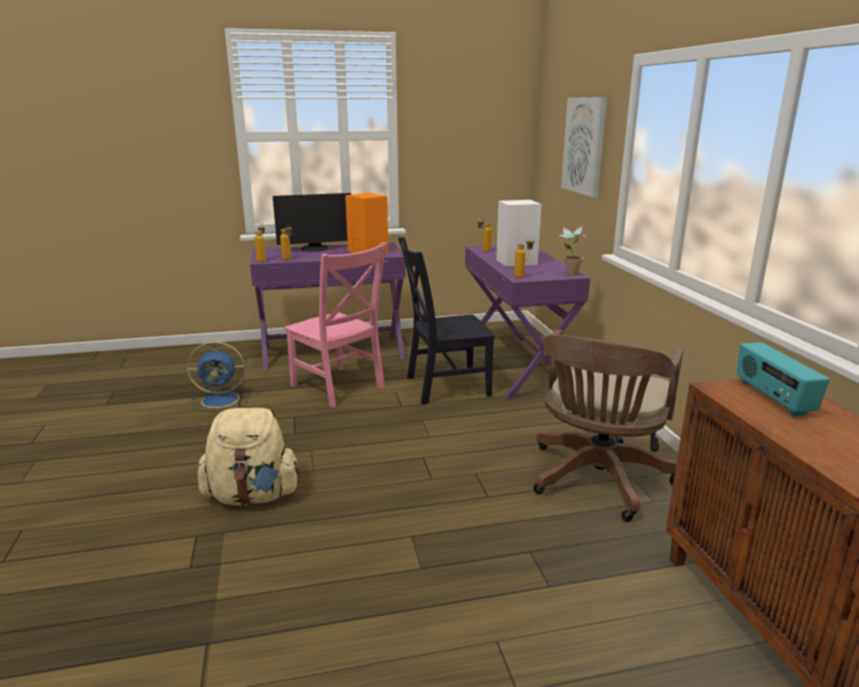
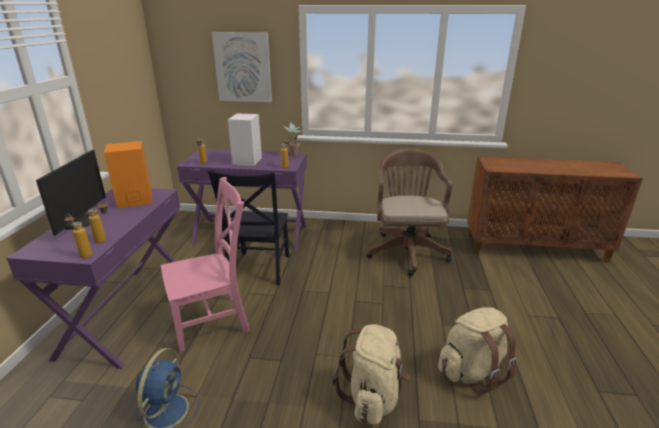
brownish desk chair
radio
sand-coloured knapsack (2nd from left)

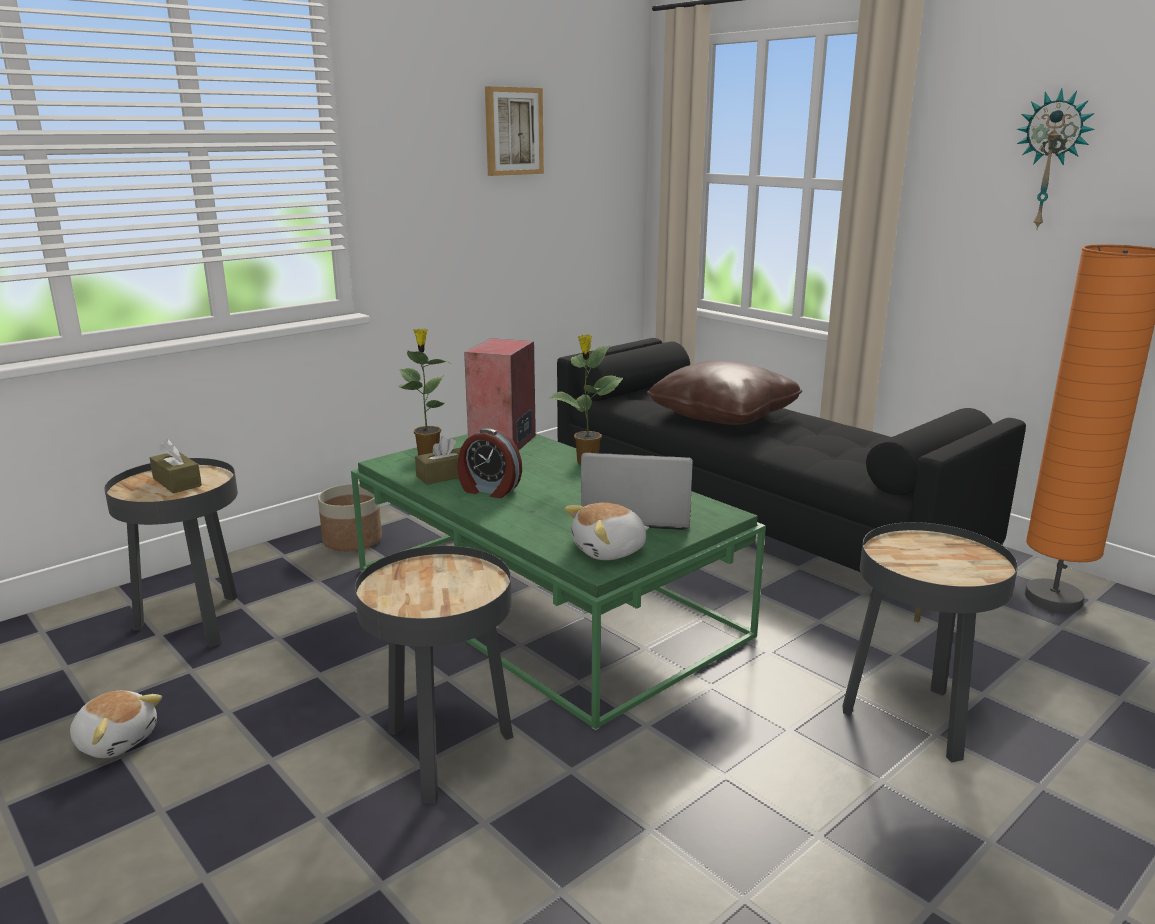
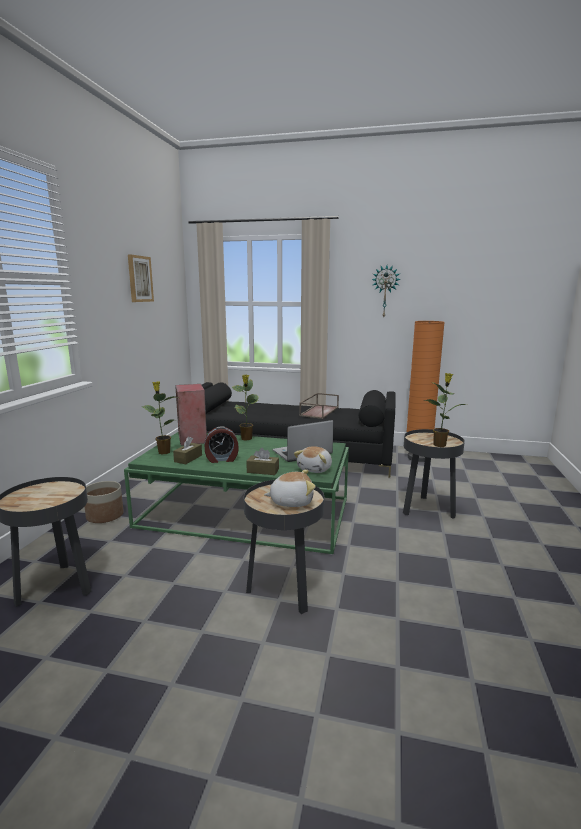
brownish pillow
brownish tissue holder (2nd from left)
cuddly toy (1st from left)
houseplant (3rd from left)
brownish serving tray

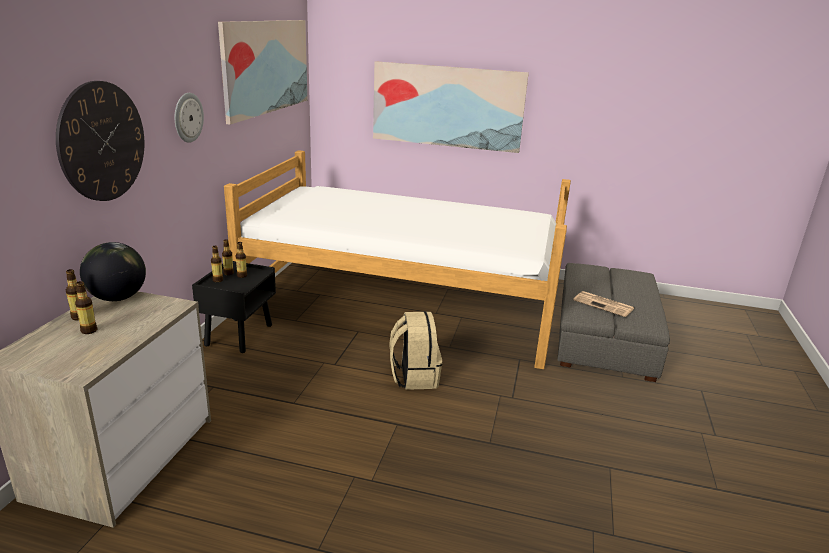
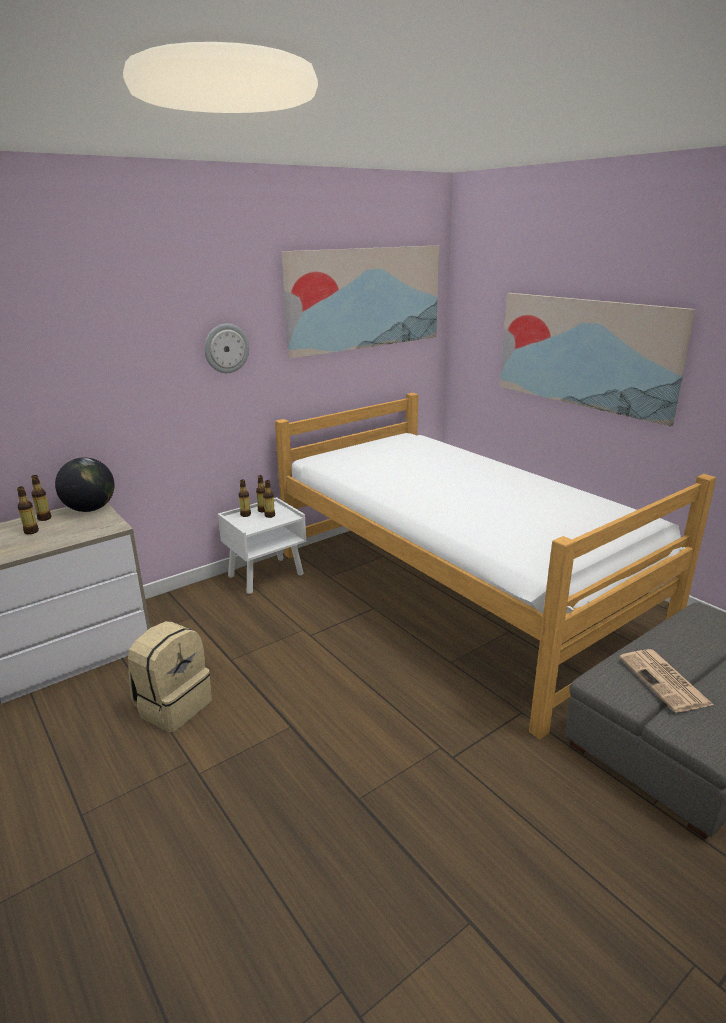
wall clock (1st from left in the first image)
whitish bedside table
sand-coloured knapsack

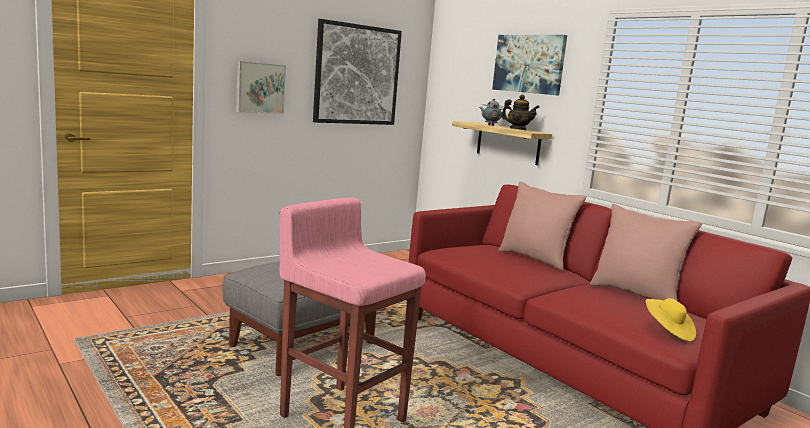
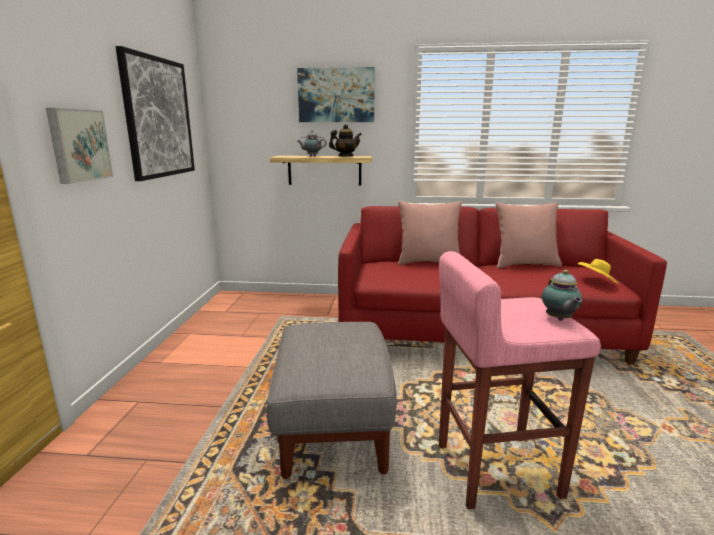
teapot (3rd from left)

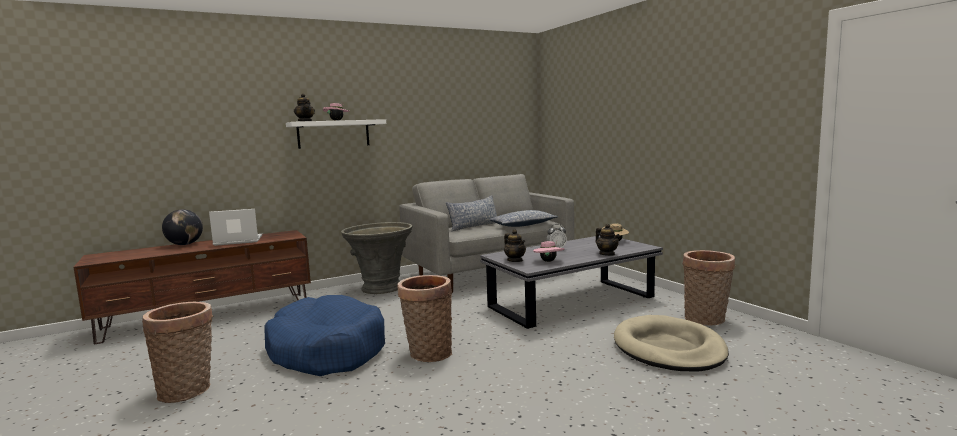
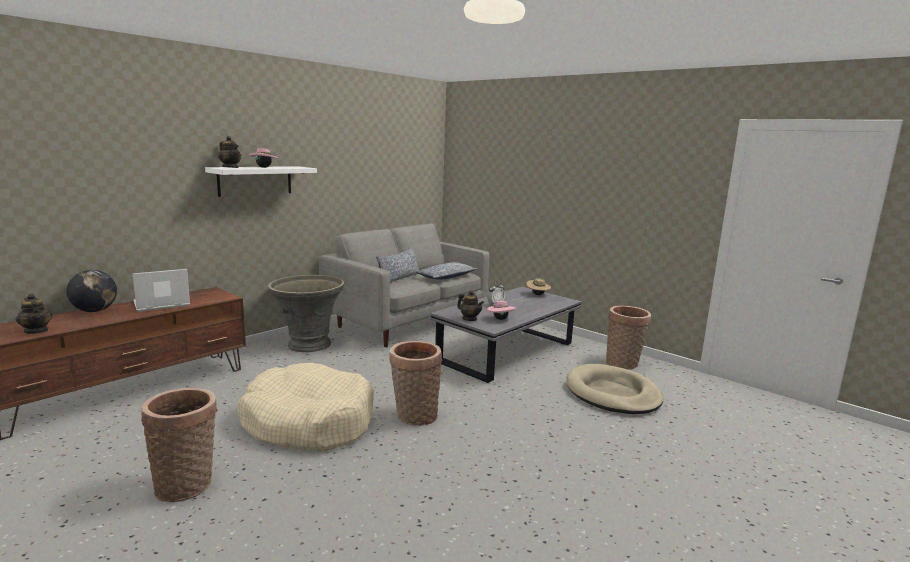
teapot (1st from left)
sand-coloured dog cushion (1st from left)

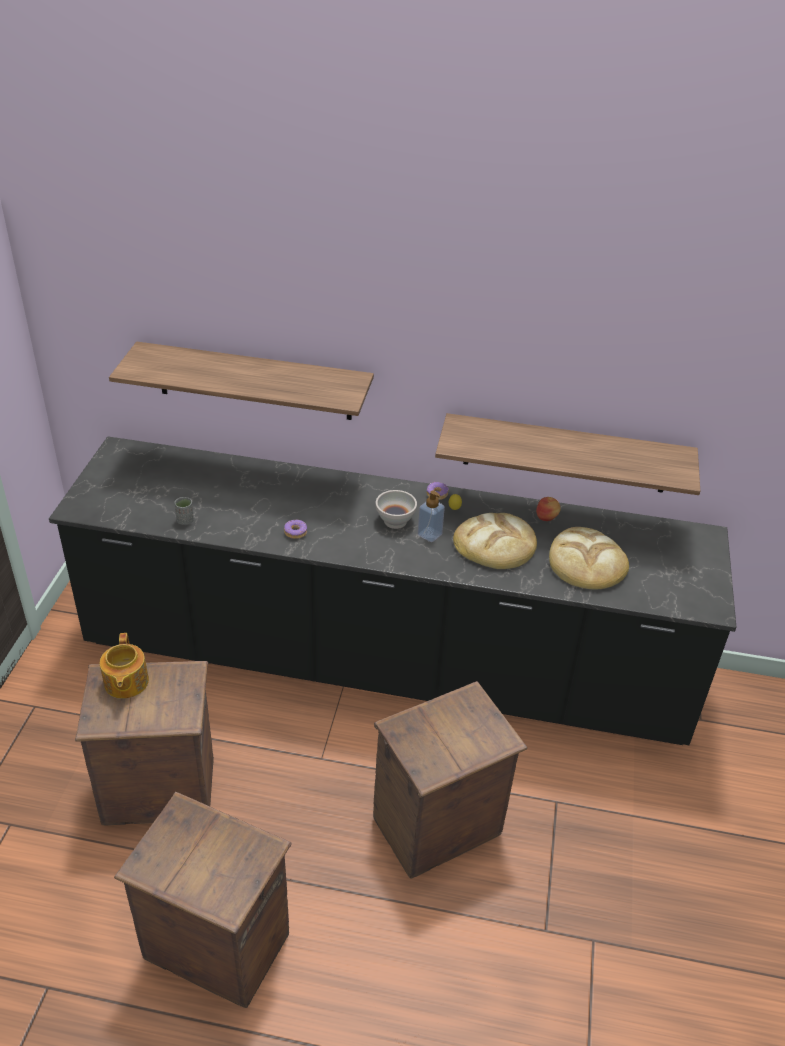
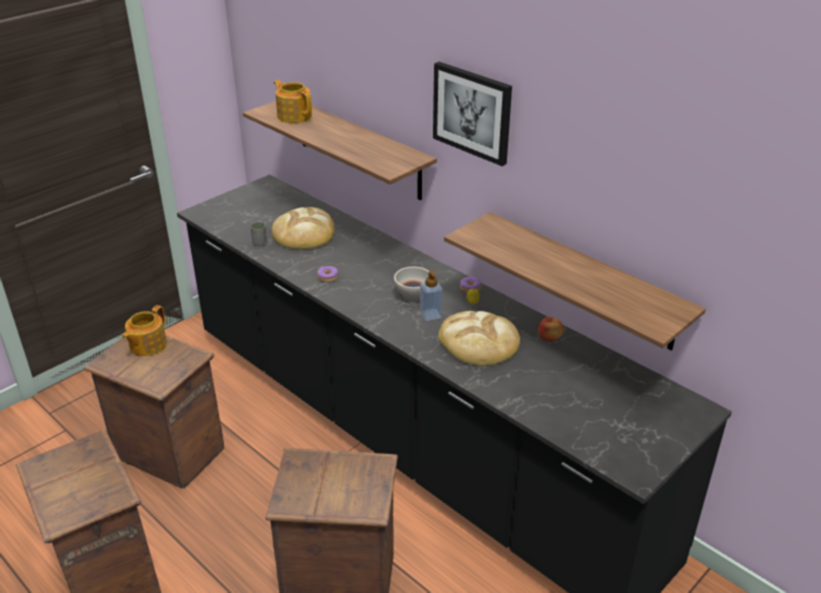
bakery bread (1st from left)
wall picture
teapot (2nd from left)

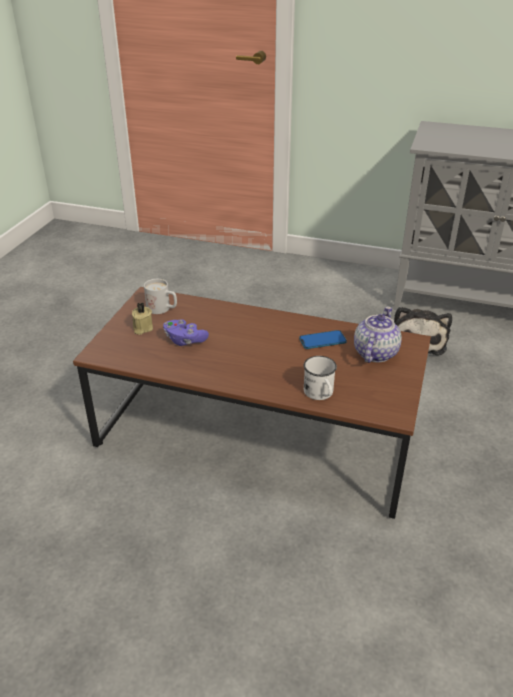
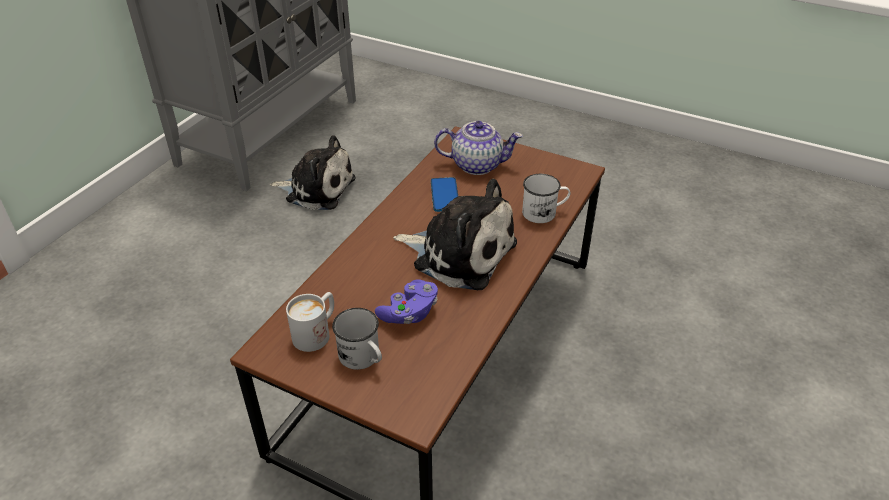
whitish tea mug (2nd from left)
teapot
cuddly toy (2nd from left)

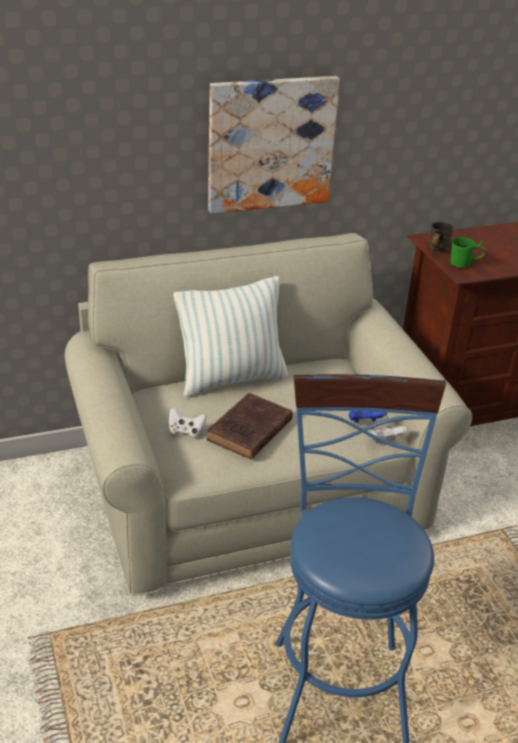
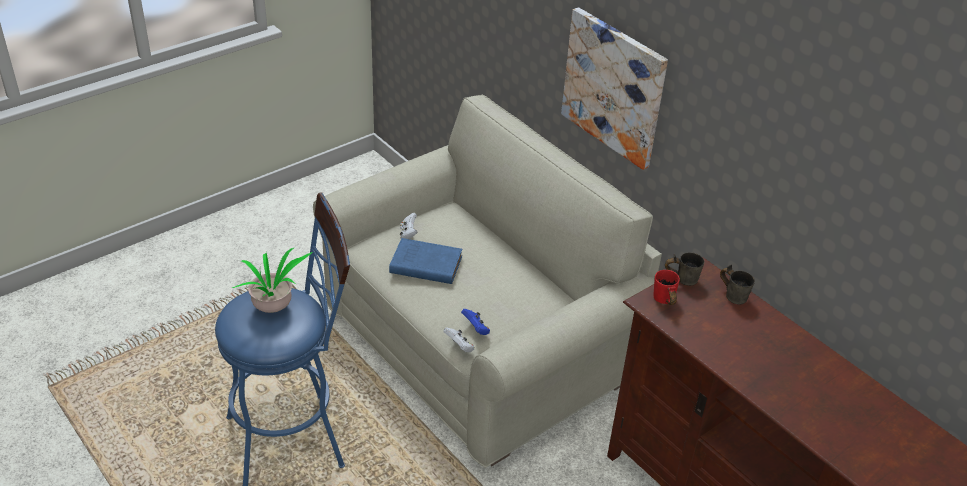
red tea mug
pillow
blue-coloured book
houseplant
gray tea mug (2nd from left)

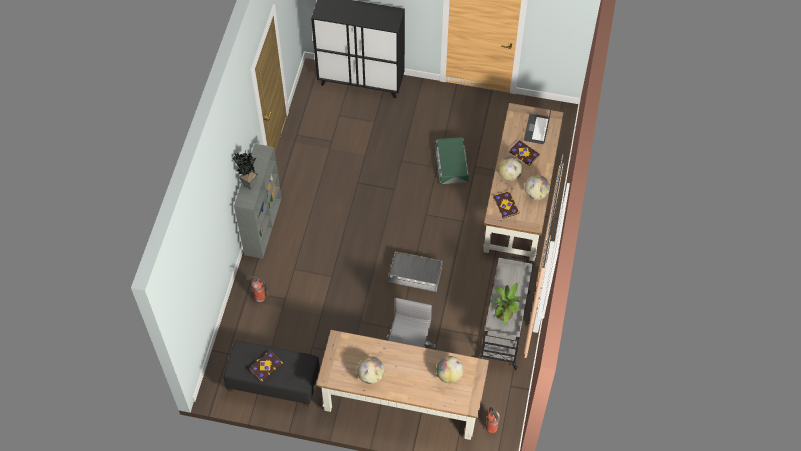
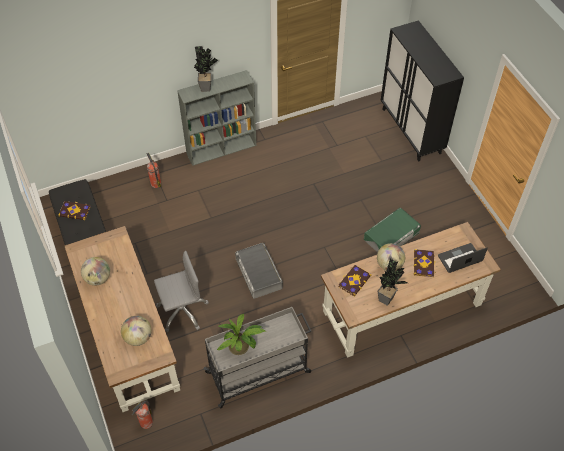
houseplant (3rd from left)

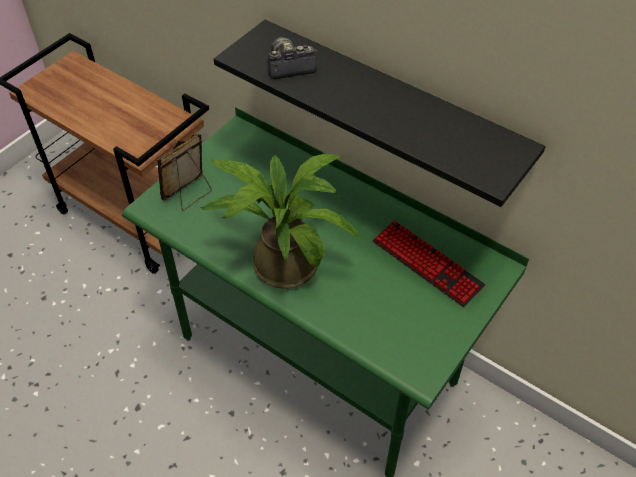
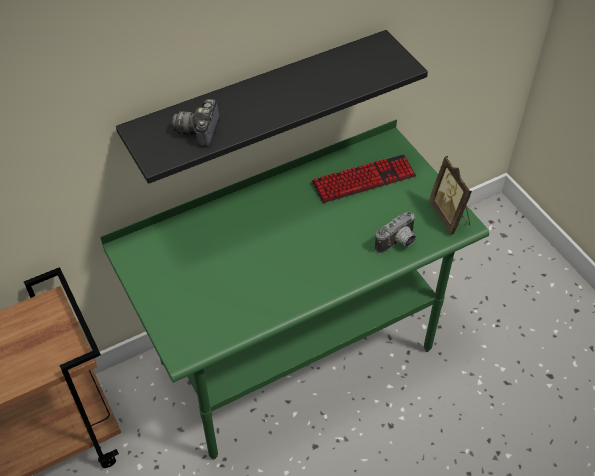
photo frame
houseplant
still camera (2nd from left)

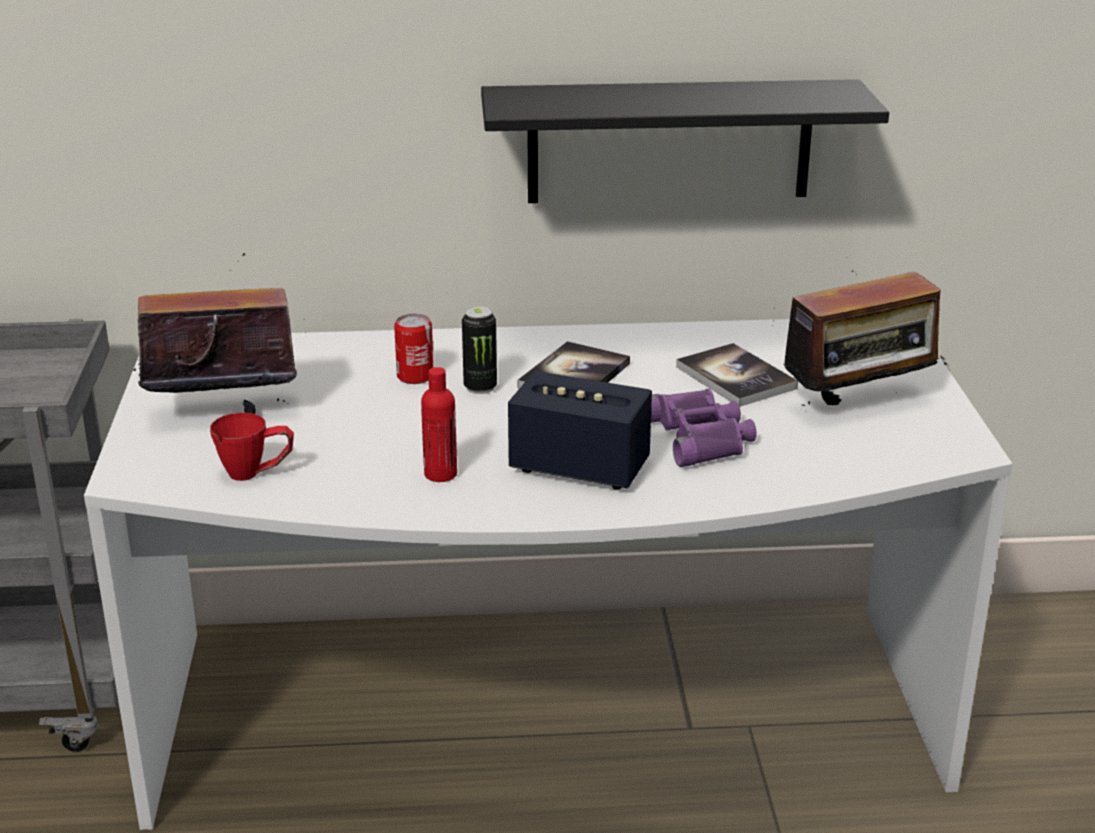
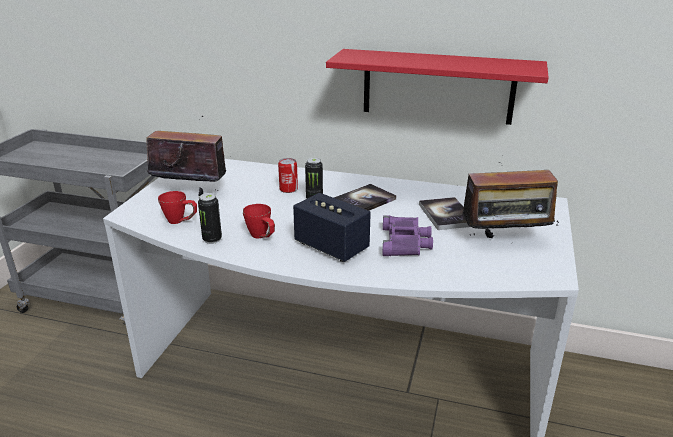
red shelf
red tea mug (2nd from left)
metal can (1st from left)

